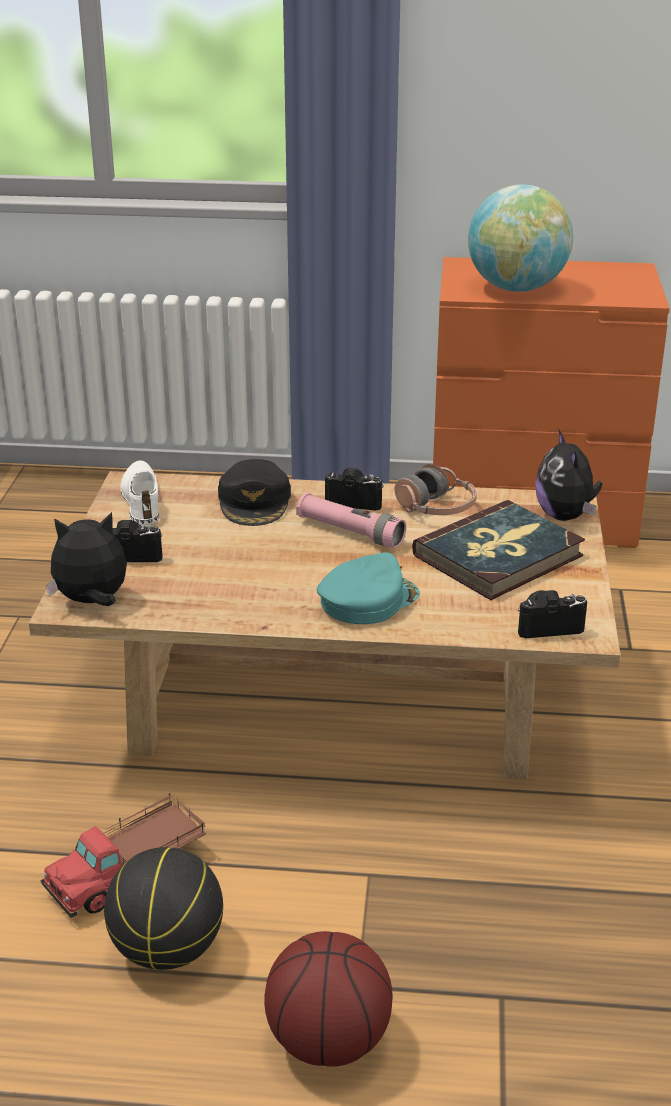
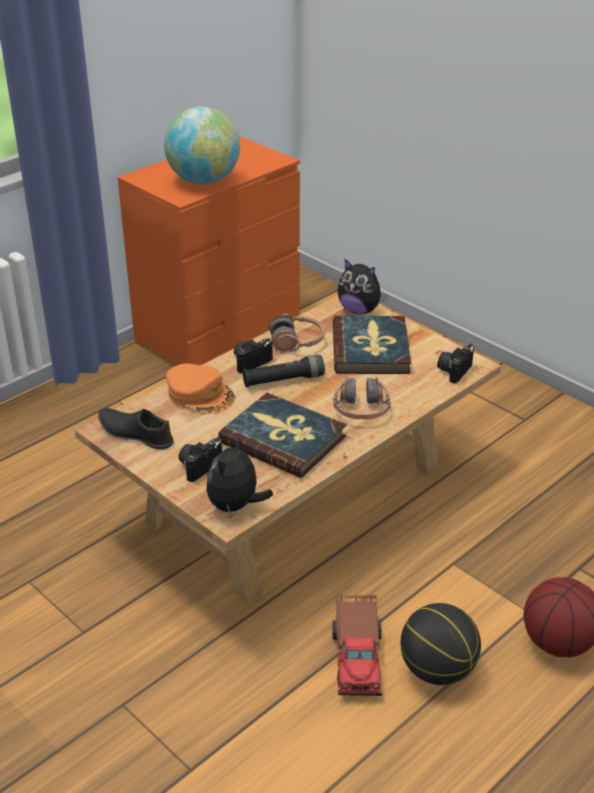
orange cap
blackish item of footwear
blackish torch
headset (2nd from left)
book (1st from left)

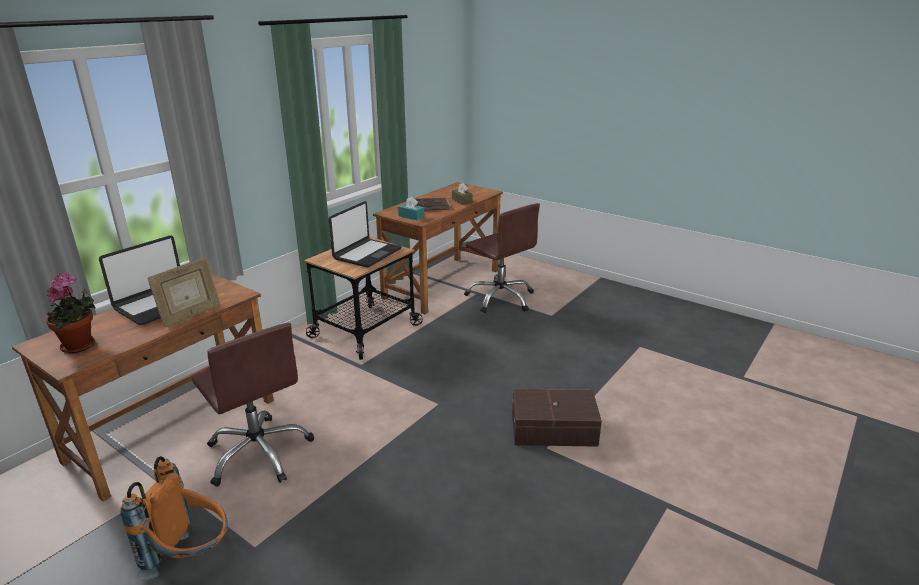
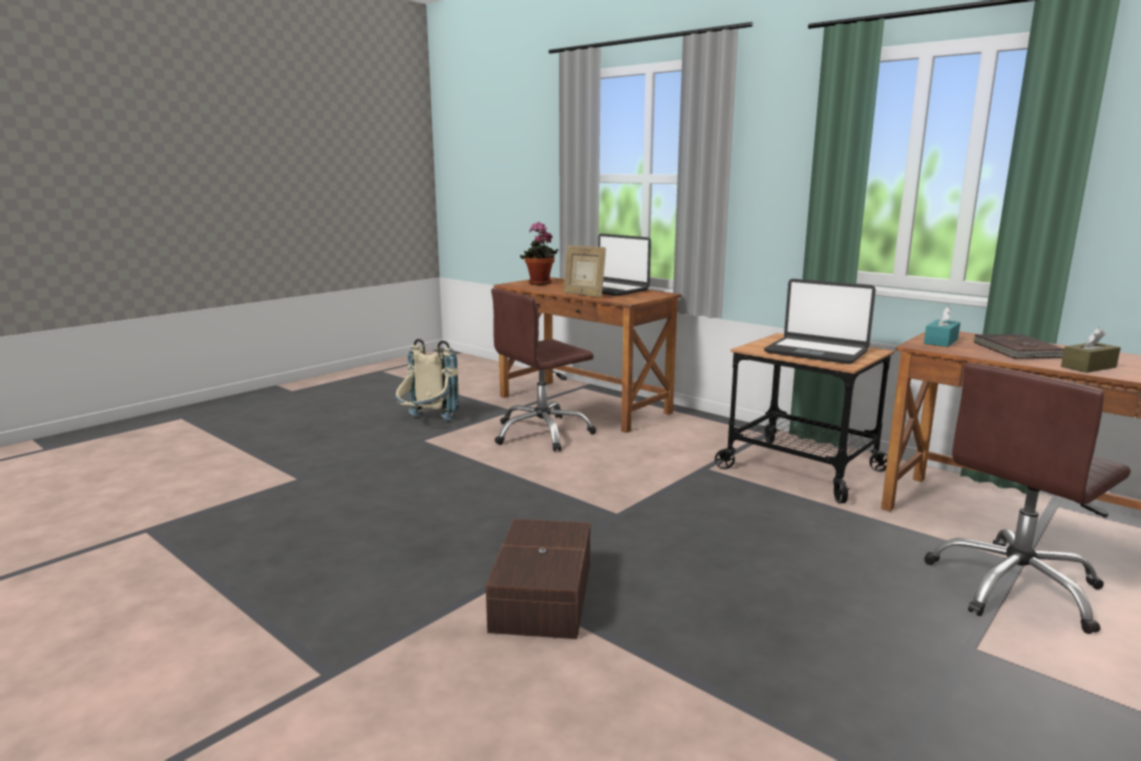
sand-coloured knapsack

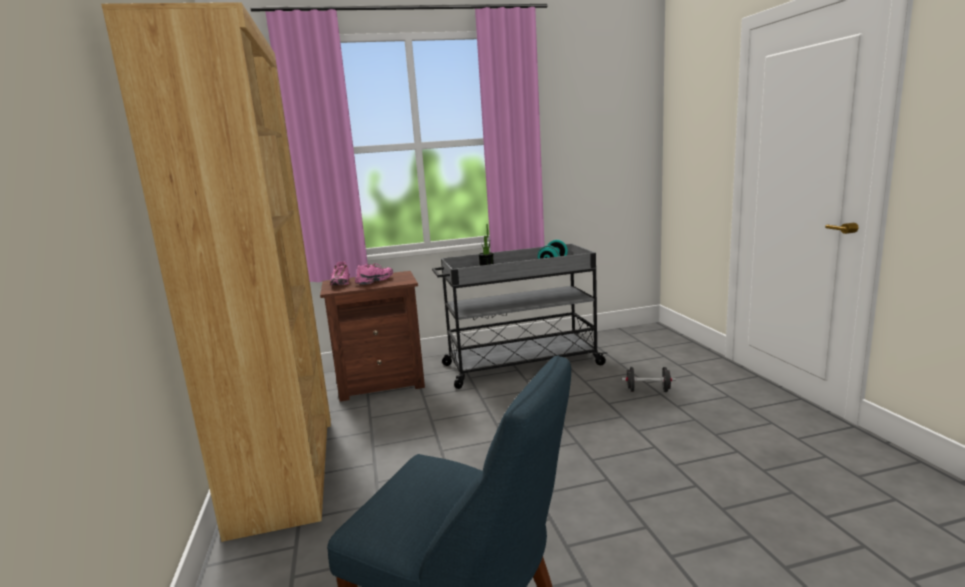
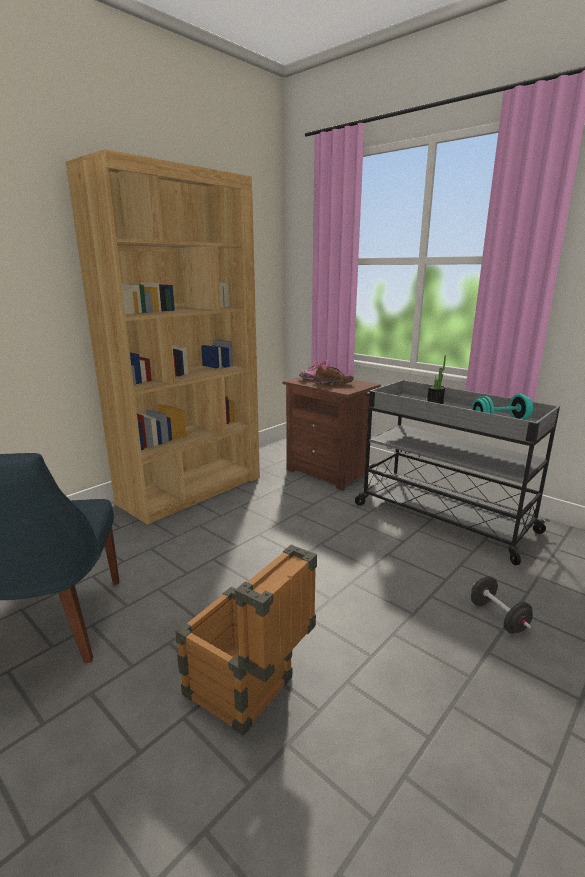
brownish item of footwear
shipping crate

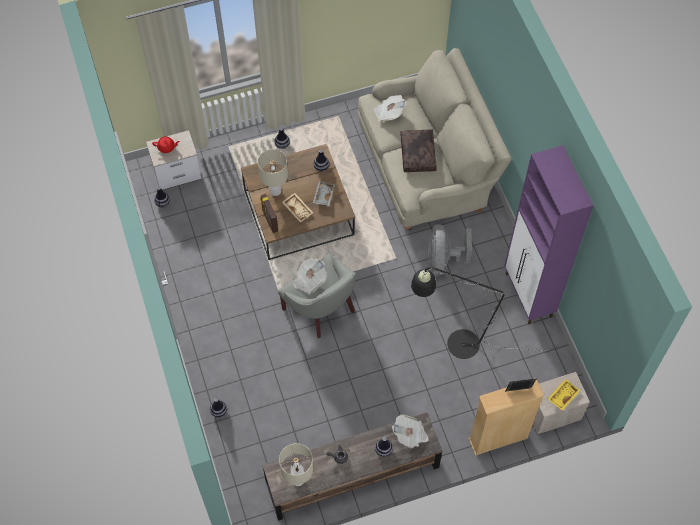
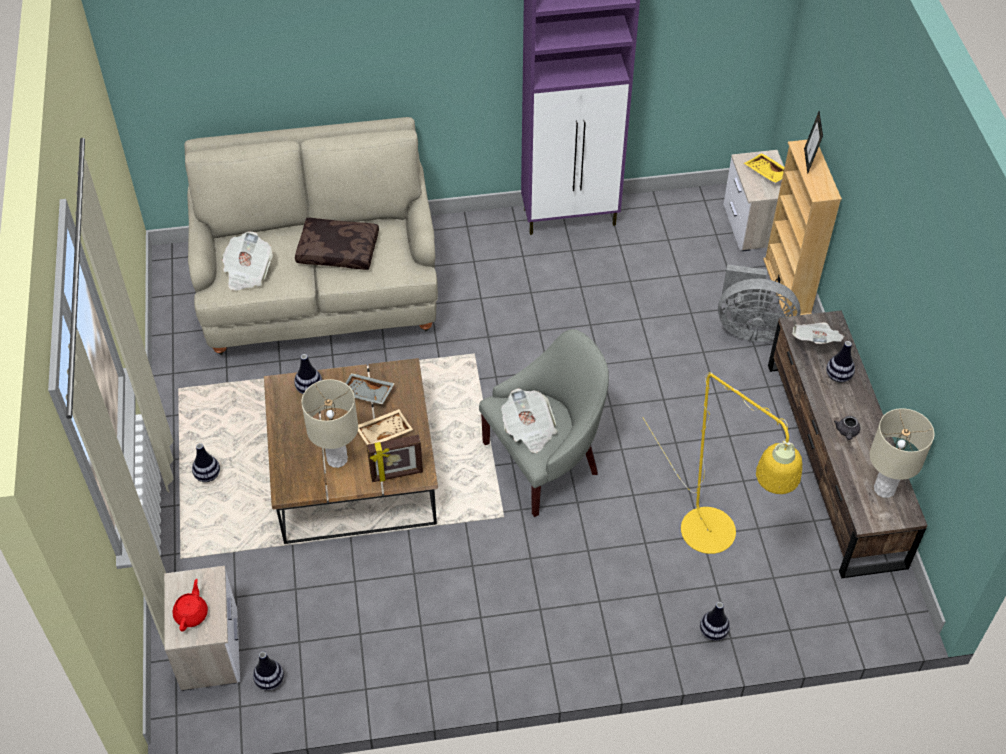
gray electric fan
blackish floor lamp
yellow floor lamp

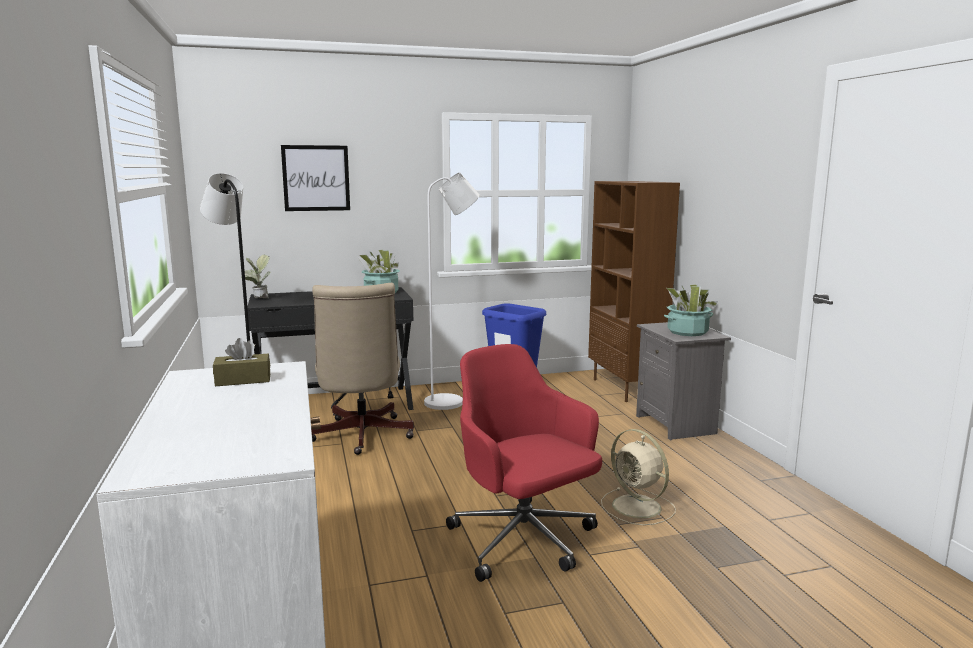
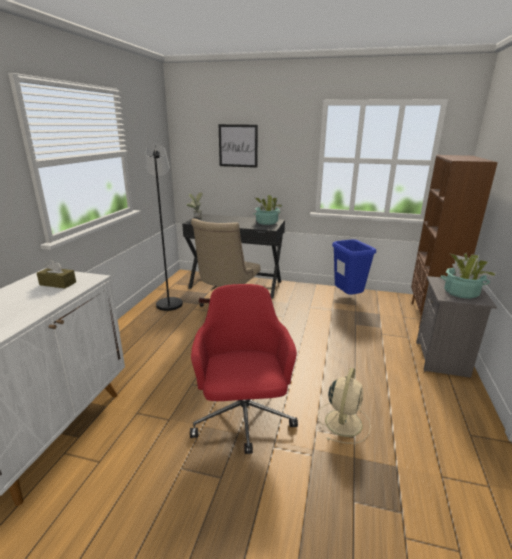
whitish floor lamp
sand-coloured electric fan

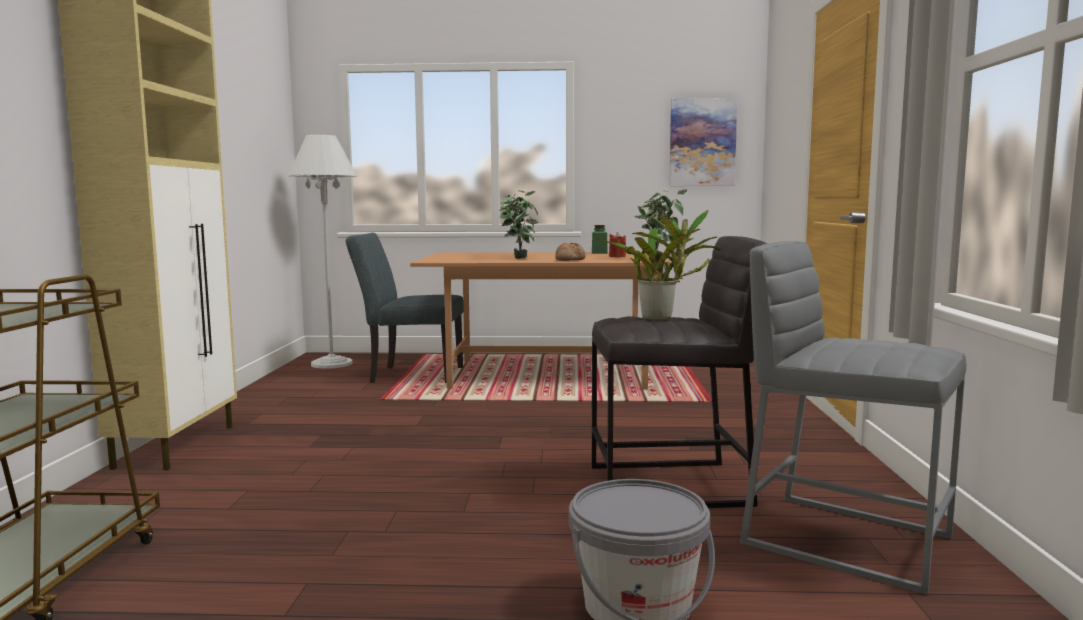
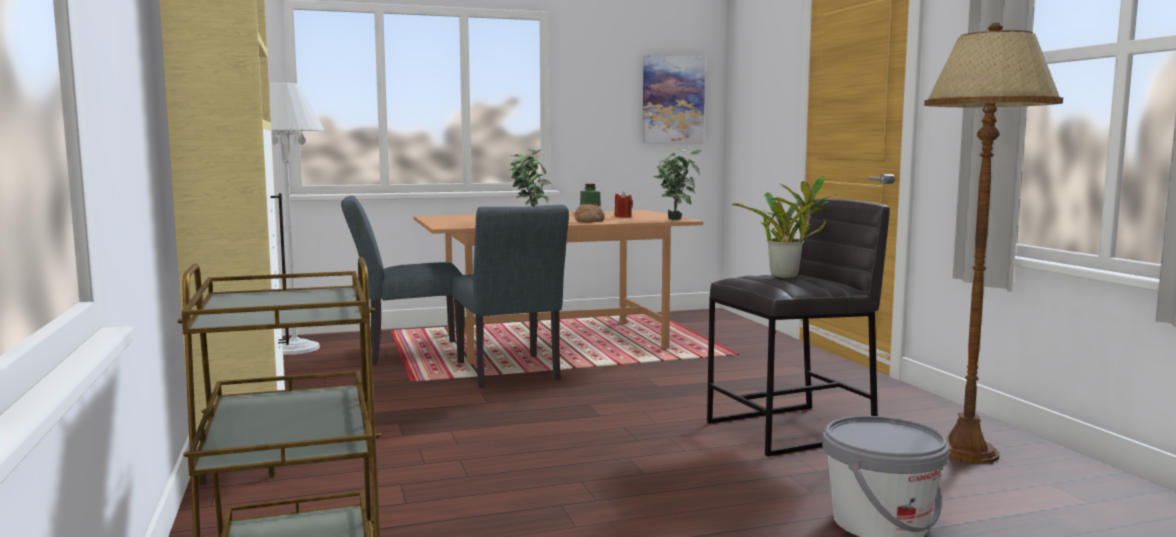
brownish floor lamp
gray upright chair (2nd from left)

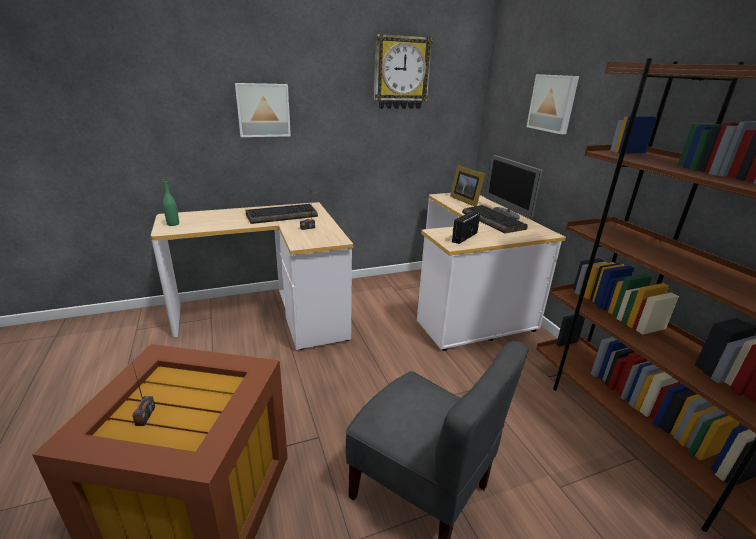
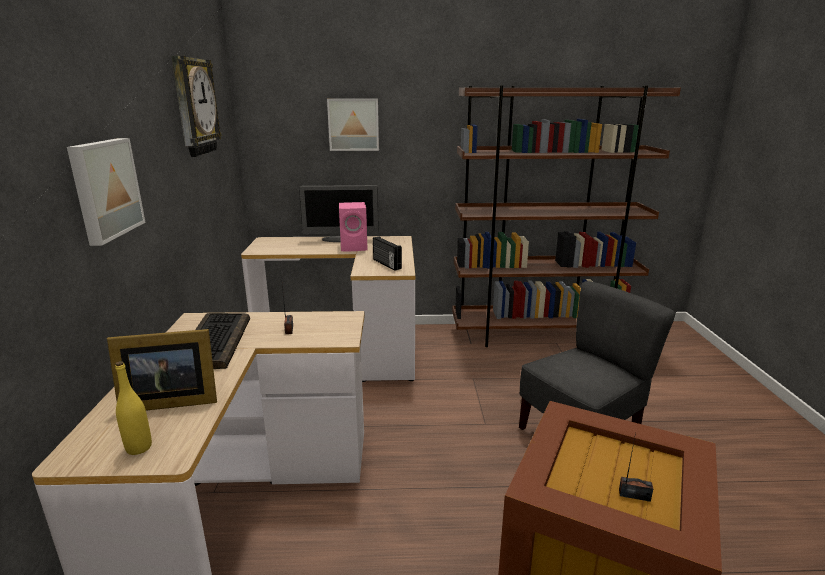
photo frame
yellow beverage bottle
pinkish audio speaker

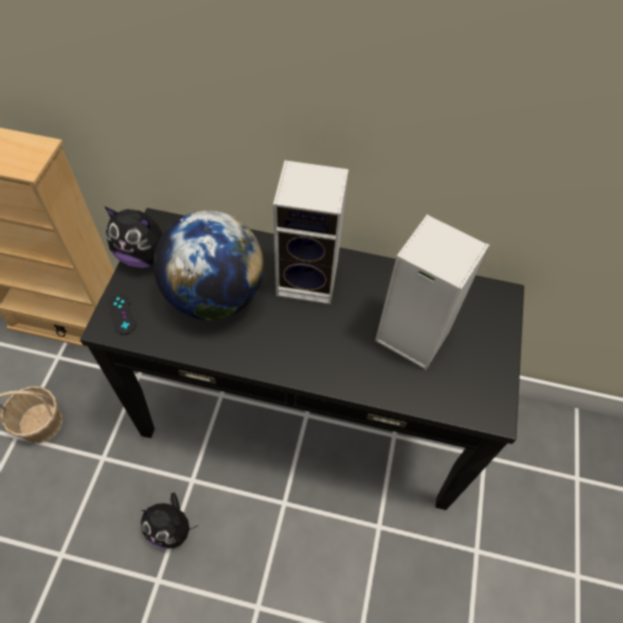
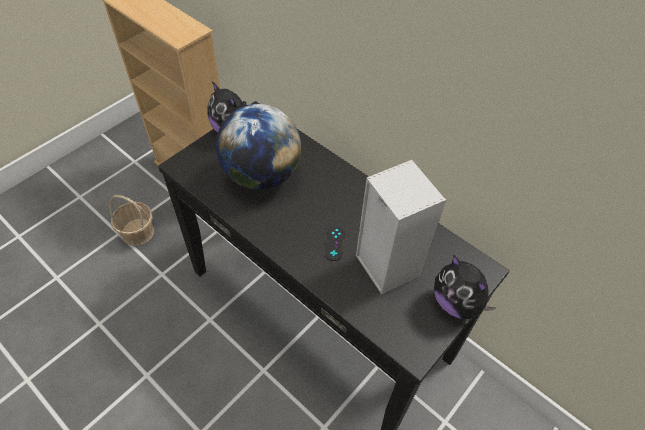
audio speaker (1st from left in the first image)
blackish game controller
cuddly toy (2nd from left)

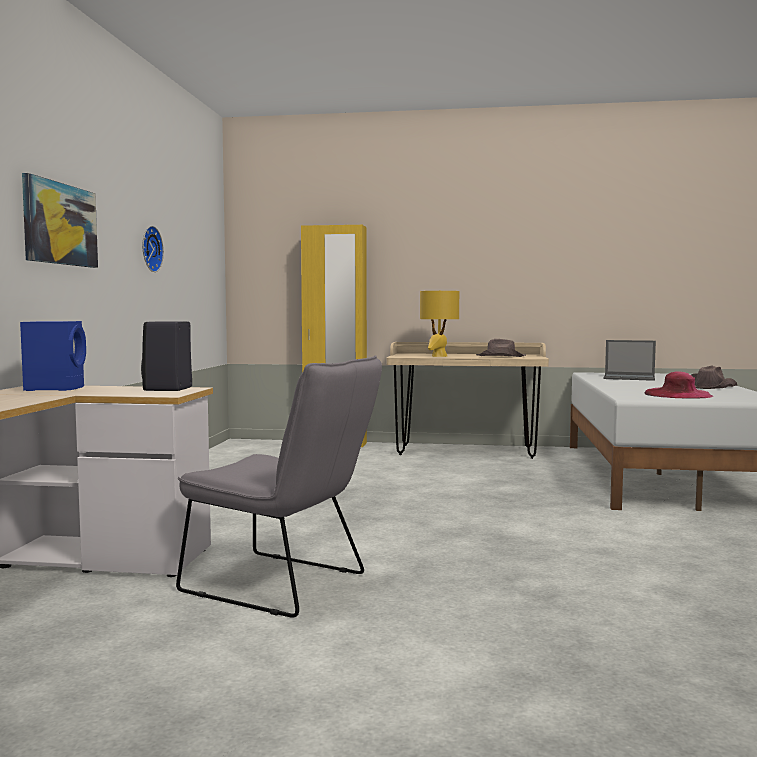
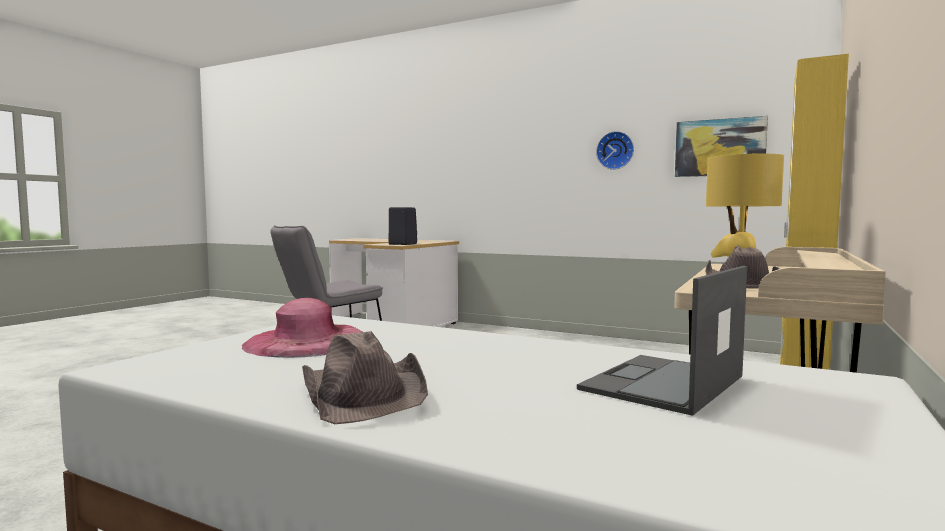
wall picture
blue-coloured audio speaker

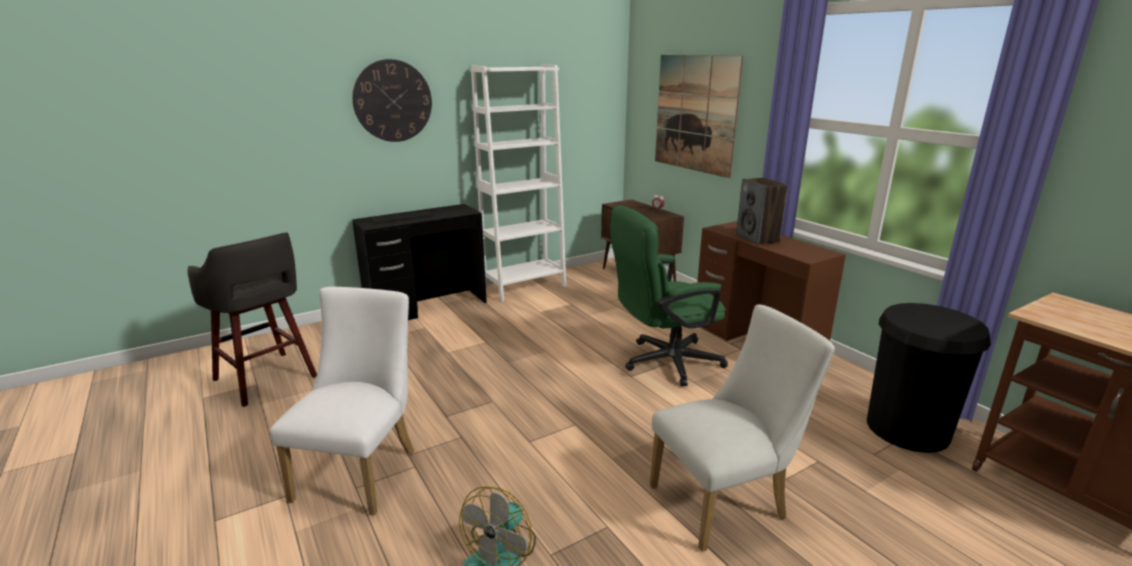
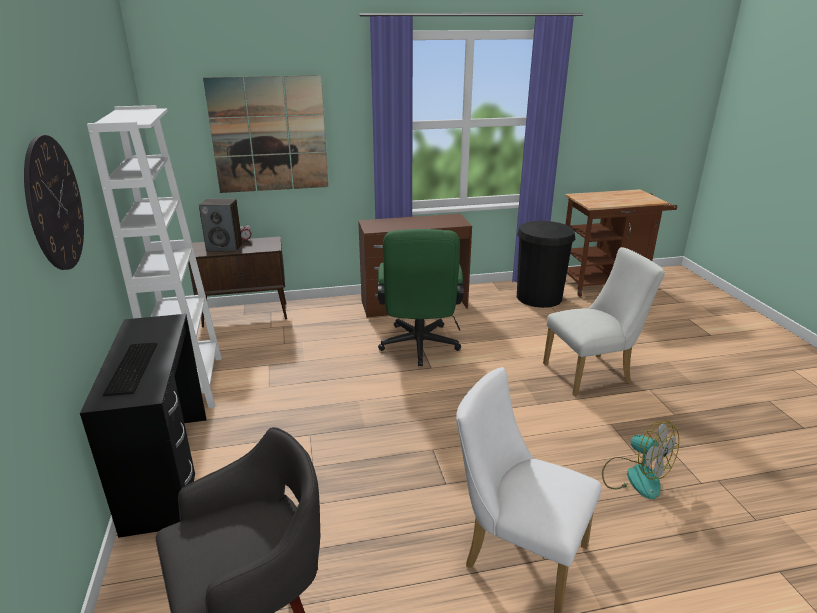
audio speaker
whitish upright chair (2nd from left)

